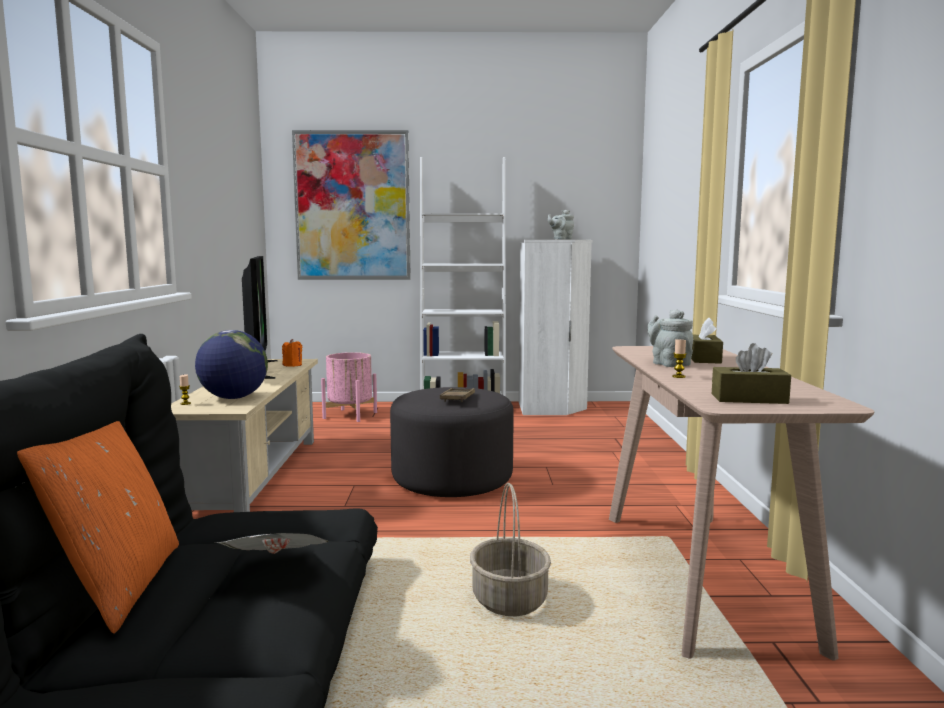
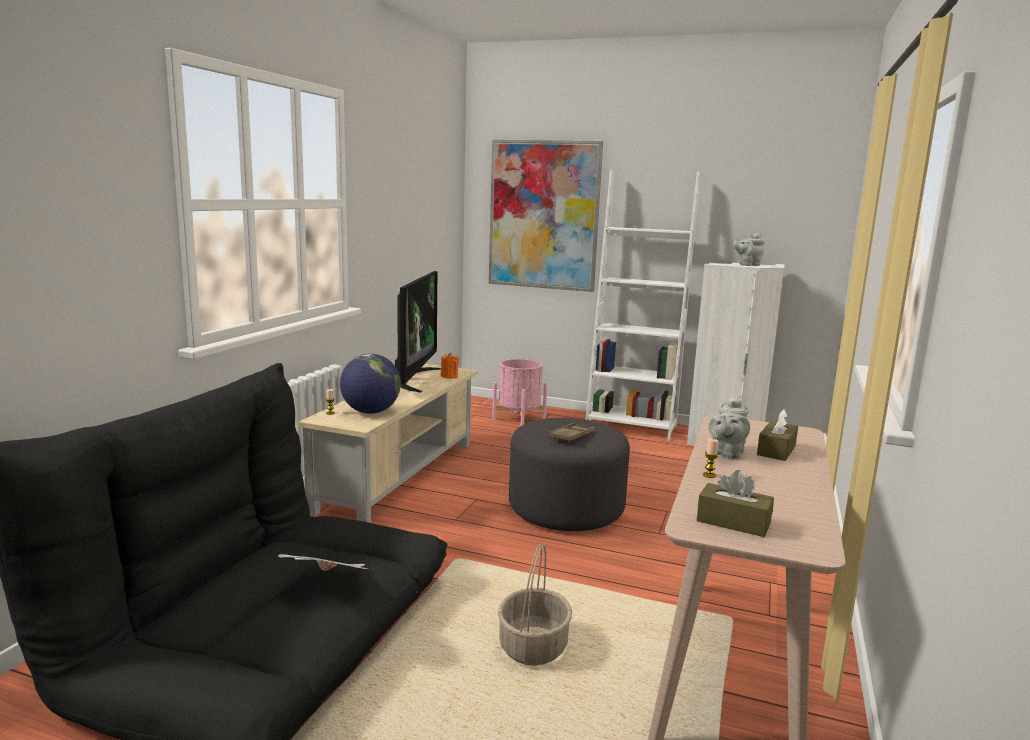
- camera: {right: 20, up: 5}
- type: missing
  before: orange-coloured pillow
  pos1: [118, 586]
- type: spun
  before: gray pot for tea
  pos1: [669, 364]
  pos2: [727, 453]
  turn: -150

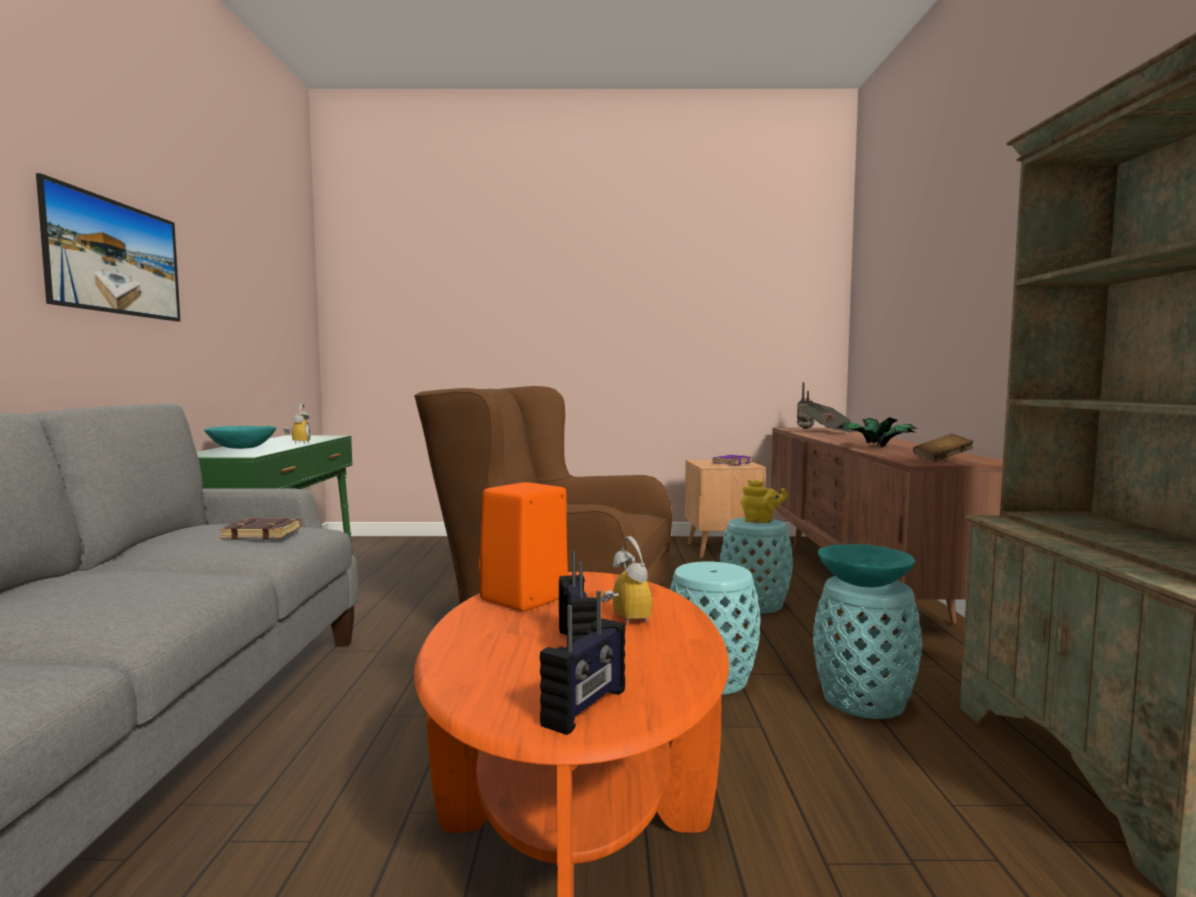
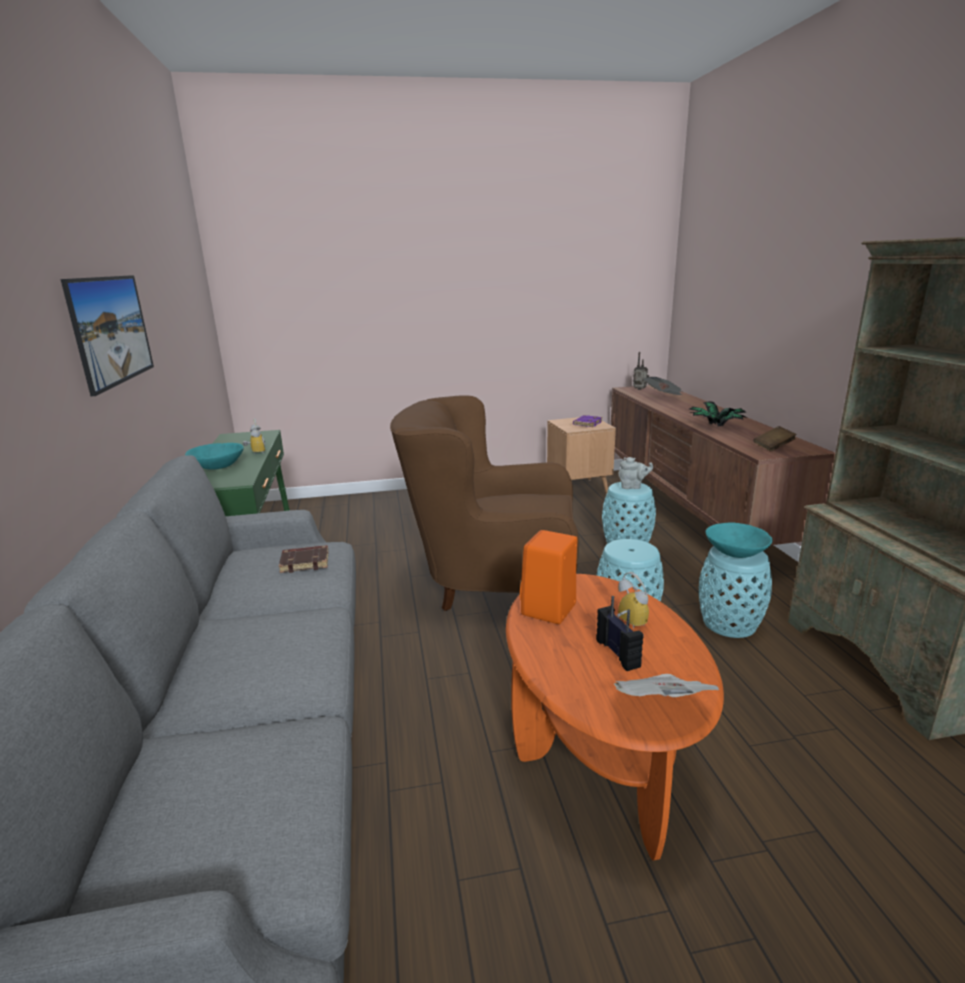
- camera: {right: -10, up: 15}
- type: exchanged
  before: radio
  after: printed paper
  pos1: [586, 708]
  pos2: [661, 708]
- type: colour
  before: yellow pot for tea
  after: gray pot for tea
  pos1: [761, 521]
  pos2: [632, 487]

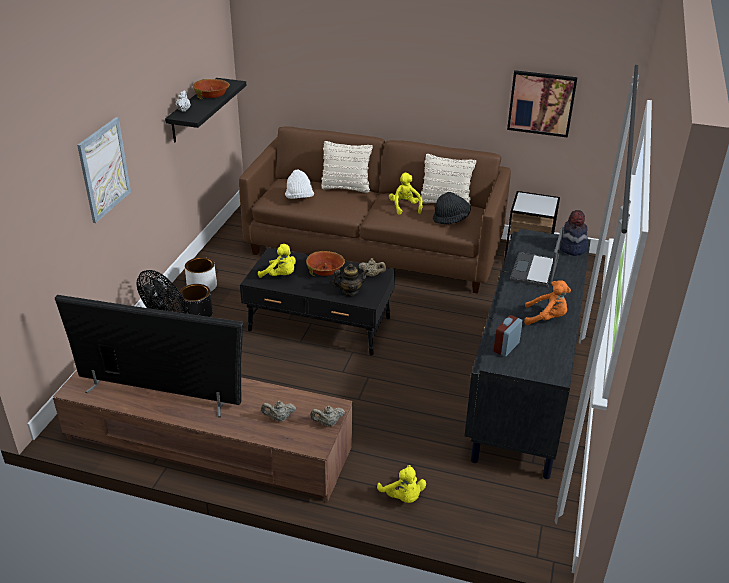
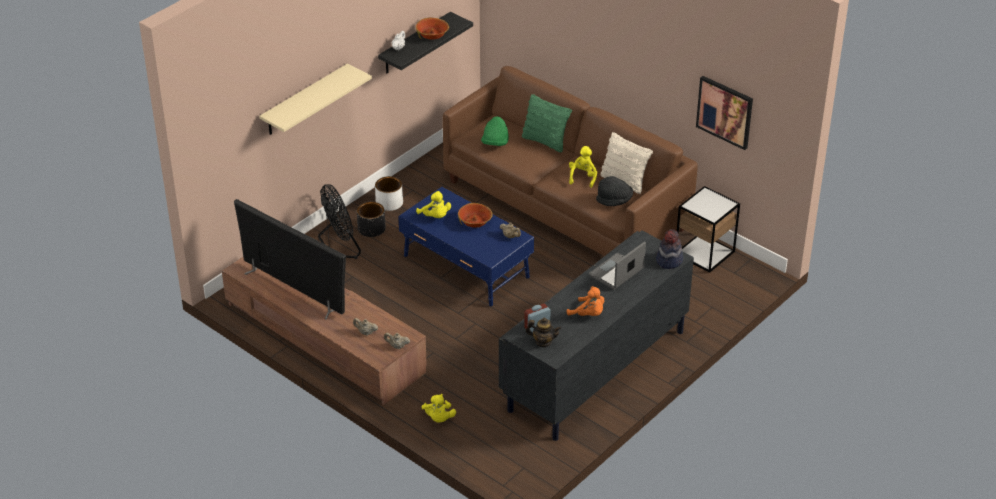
- camera: {right: 25, up: 5}
- type: exchanged
  before: wall picture
  after: sand-coloured bracket shelf
  pos1: [104, 169]
  pos2: [305, 100]
- type: colour
  before: blackish low table
  after: blue low table
  pos1: [320, 324]
  pos2: [467, 267]
- type: colour
  before: whitish hat
  after: green hat
  pos1: [299, 198]
  pos2: [495, 143]
- type: colour
  before: sand-coloured pillow
  after: green pillow
  pos1: [346, 188]
  pos2: [546, 142]
- type: relocated
  before: pot for tea
  pos1: [350, 291]
  pos2: [543, 342]

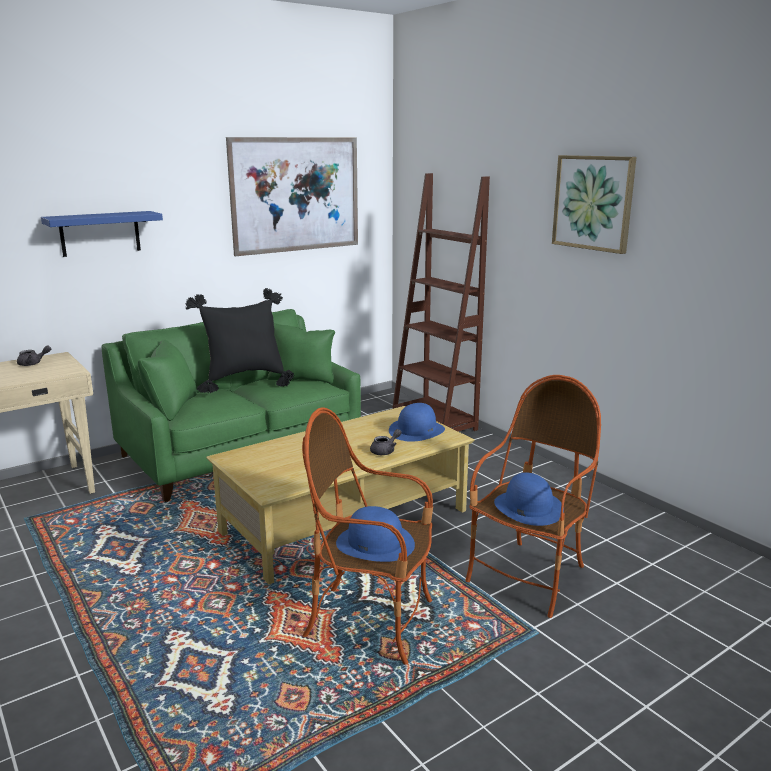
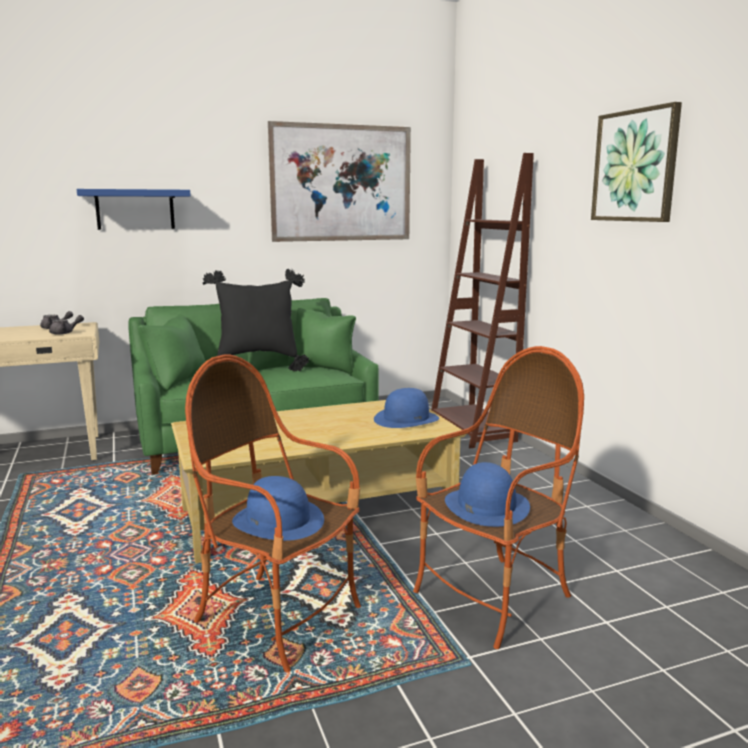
- camera: {right: 15, up: -5}
- type: relocated
  before: gray pot for tea
  pos1: [385, 451]
  pos2: [65, 333]

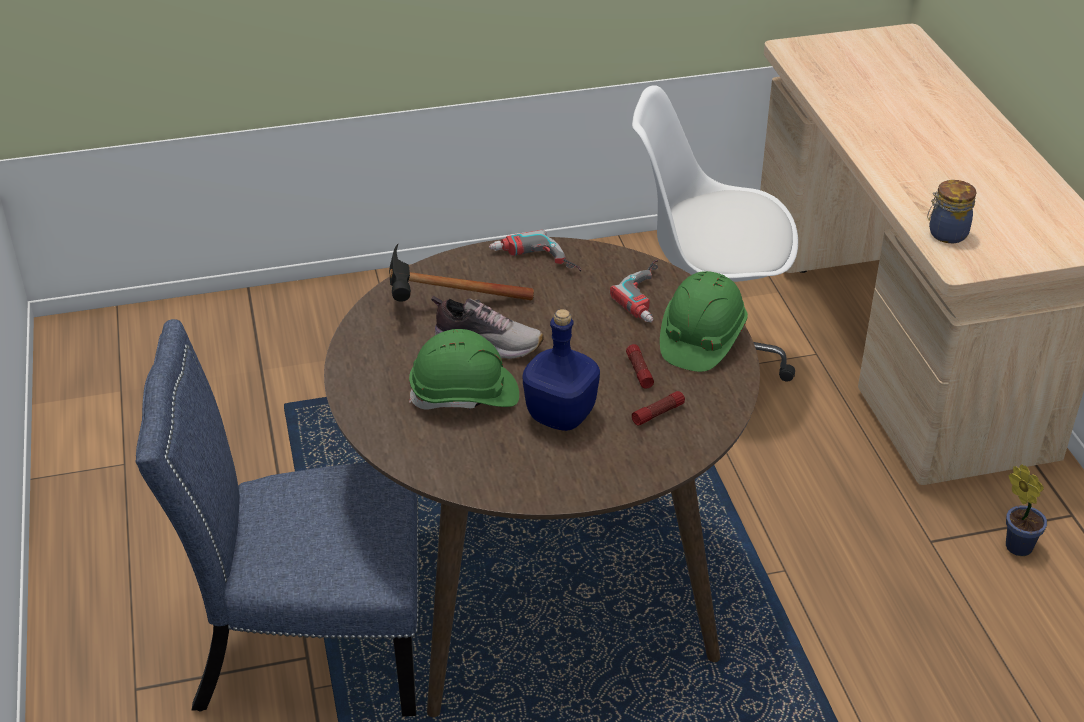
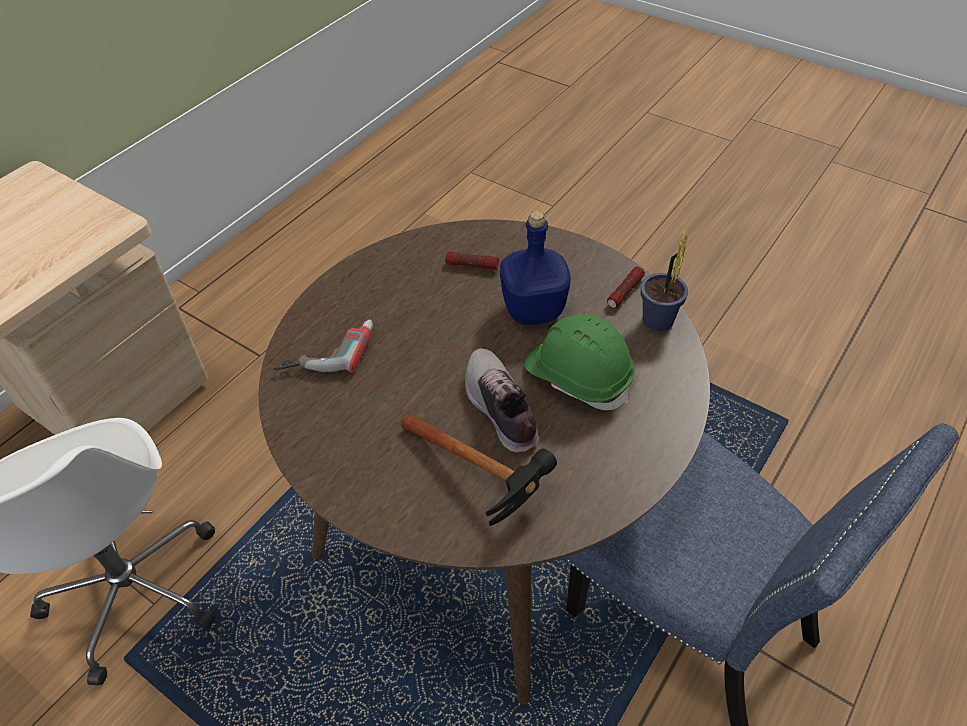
- camera: {right: -130, up: 10}
- type: missing
  before: electric drill
  pos1: [534, 263]
- type: relocated
  before: hand torch
  pos1: [639, 371]
  pos2: [625, 292]
- type: missing
  before: green hard hat
  pos1: [701, 339]
- type: missing
  before: jar
  pos1: [946, 234]
- type: relocated
  before: plant in a pot
  pos1: [1016, 544]
  pos2: [656, 324]

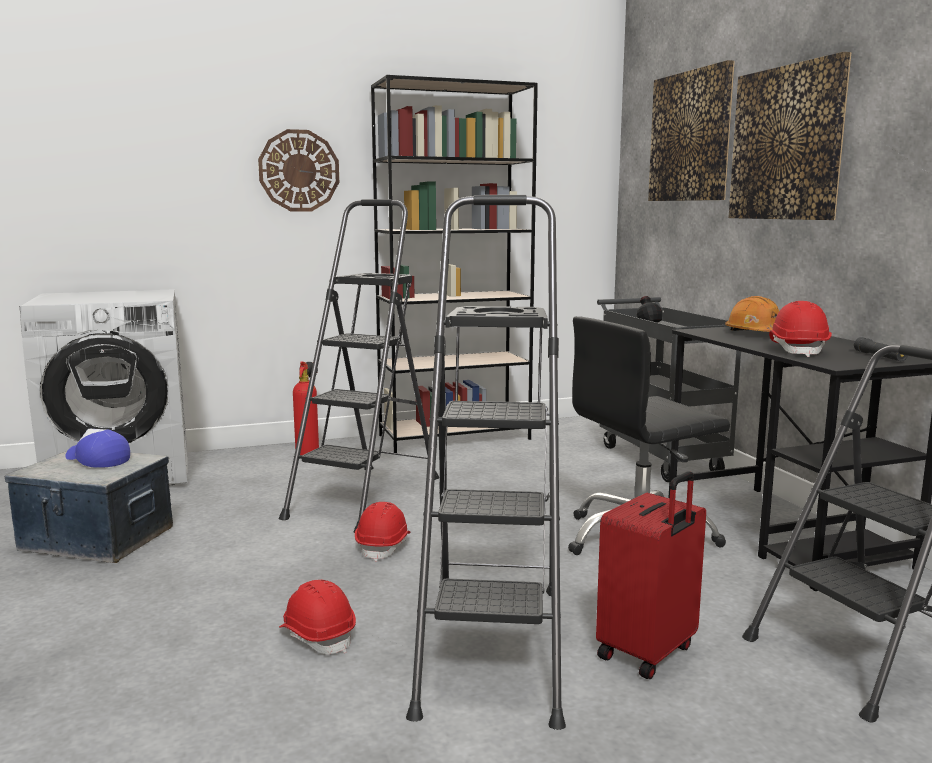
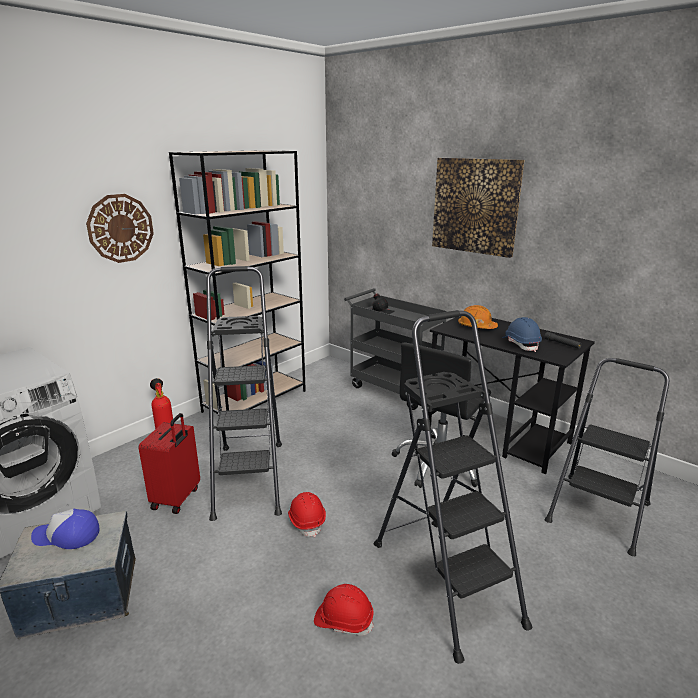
- camera: {right: -30, up: 10}
- type: relocated
  before: red piece of luggage
  pos1: [648, 653]
  pos2: [177, 498]
- type: missing
  before: wall picture
  pos1: [690, 136]
- type: colour
  before: red hard hat
  after: blue hard hat
  pos1: [798, 350]
  pos2: [520, 344]

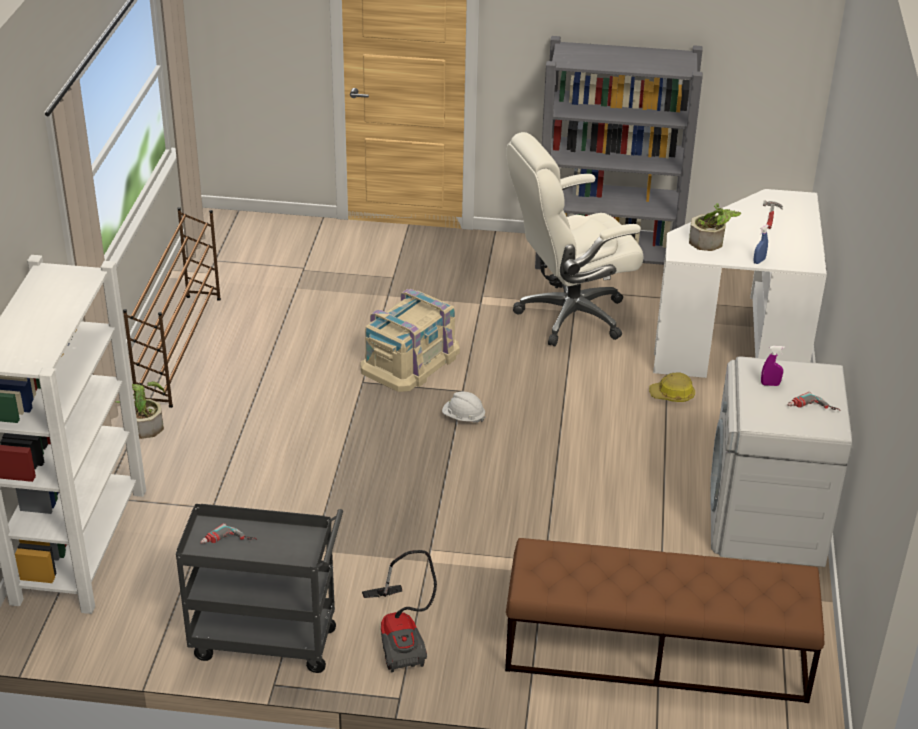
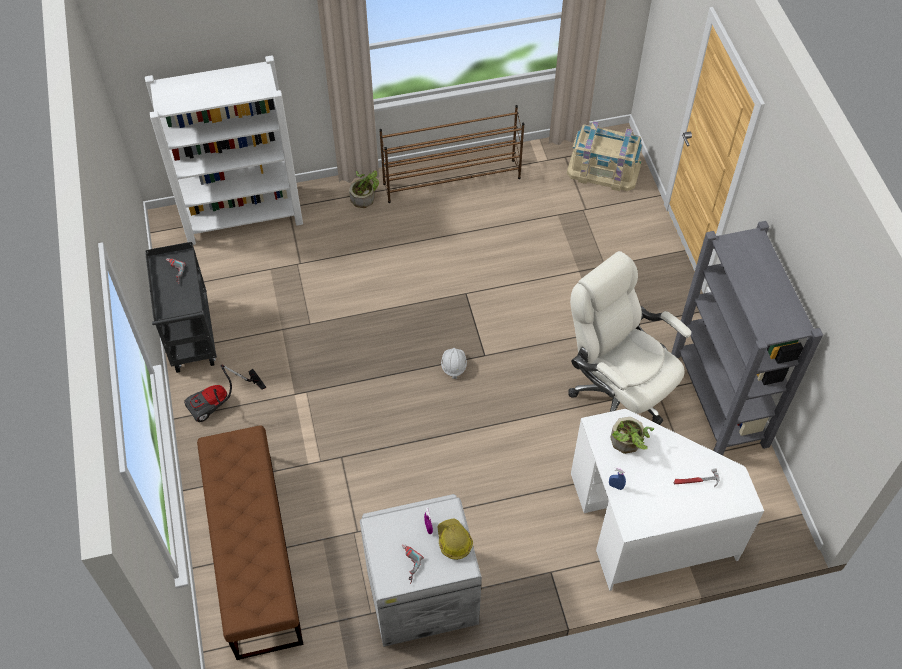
- camera: {right: 70, up: 20}
- type: relocated
  before: sand-coloured storage container
  pos1: [410, 359]
  pos2: [604, 168]
- type: relocated
  before: hard hat
  pos1: [672, 395]
  pos2: [454, 541]

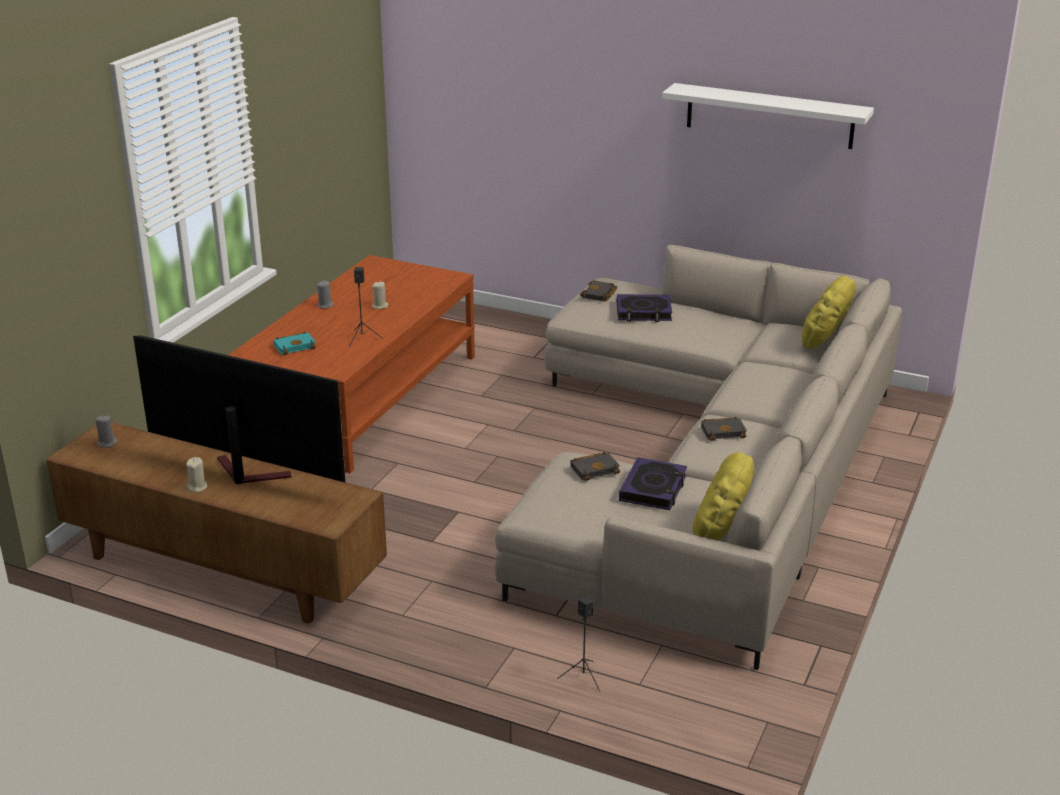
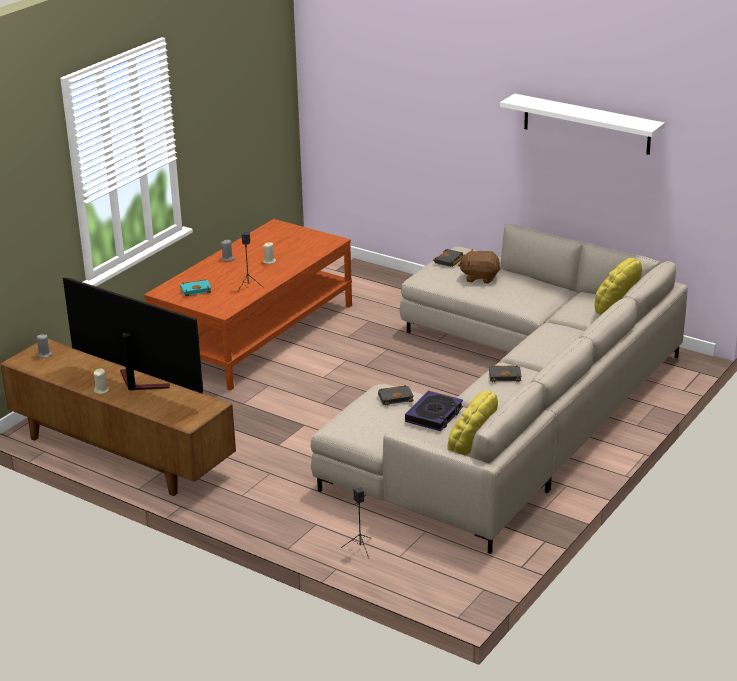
- camera: {right: 10, up: 0}
- type: exchanged
  before: volume
  after: brown-coloured soft toy
  pos1: [643, 312]
  pos2: [480, 277]

